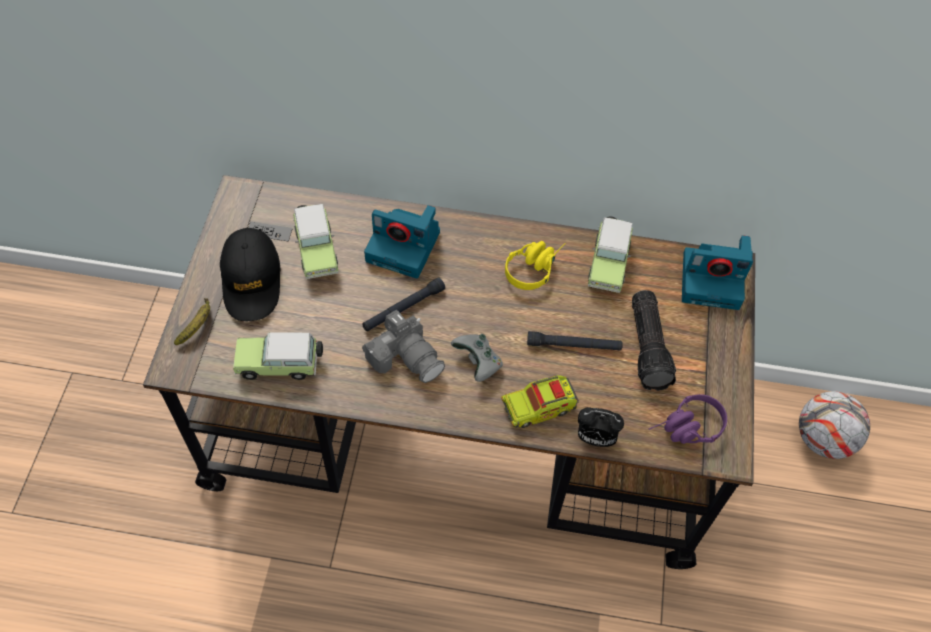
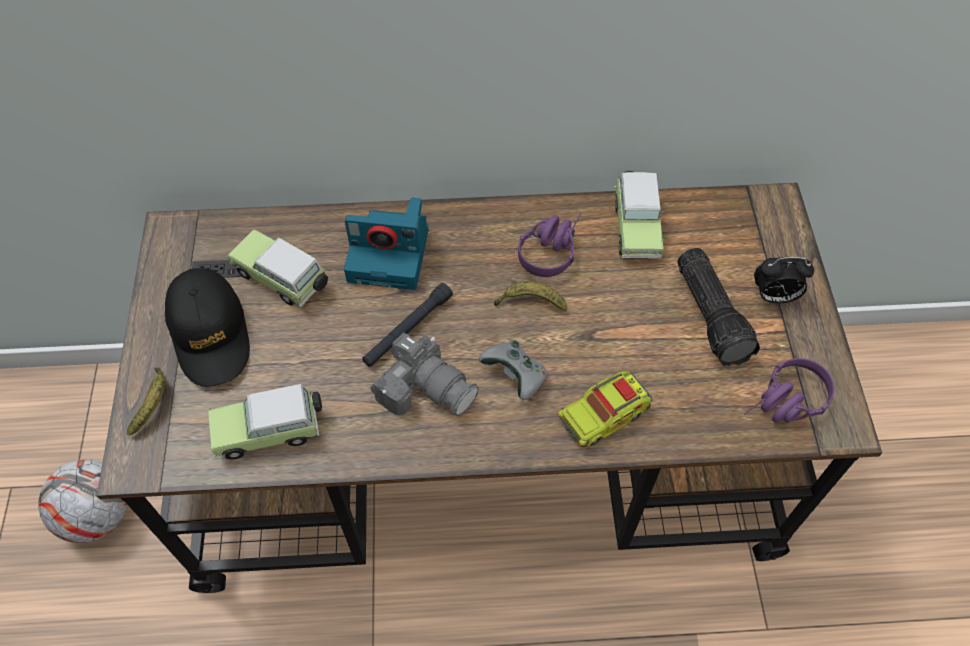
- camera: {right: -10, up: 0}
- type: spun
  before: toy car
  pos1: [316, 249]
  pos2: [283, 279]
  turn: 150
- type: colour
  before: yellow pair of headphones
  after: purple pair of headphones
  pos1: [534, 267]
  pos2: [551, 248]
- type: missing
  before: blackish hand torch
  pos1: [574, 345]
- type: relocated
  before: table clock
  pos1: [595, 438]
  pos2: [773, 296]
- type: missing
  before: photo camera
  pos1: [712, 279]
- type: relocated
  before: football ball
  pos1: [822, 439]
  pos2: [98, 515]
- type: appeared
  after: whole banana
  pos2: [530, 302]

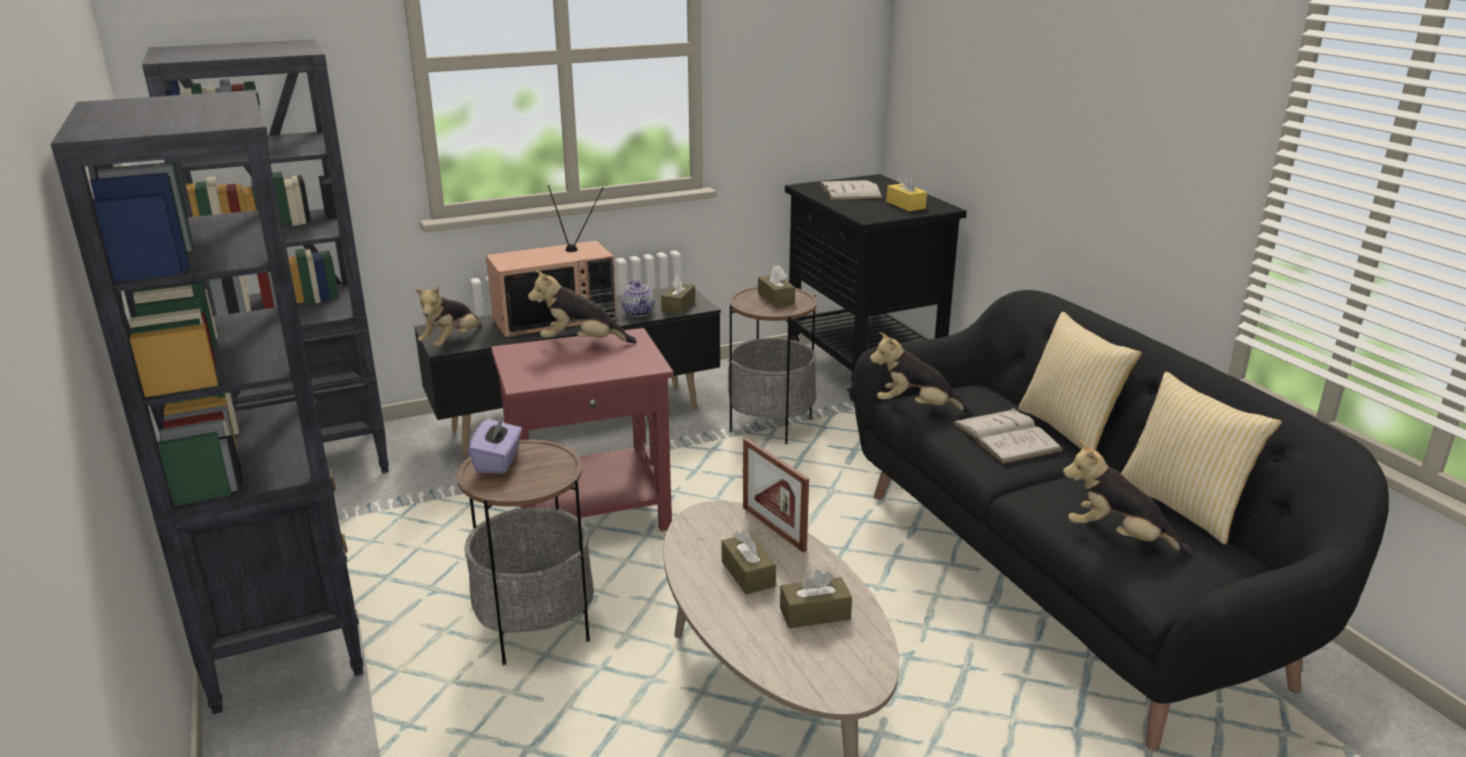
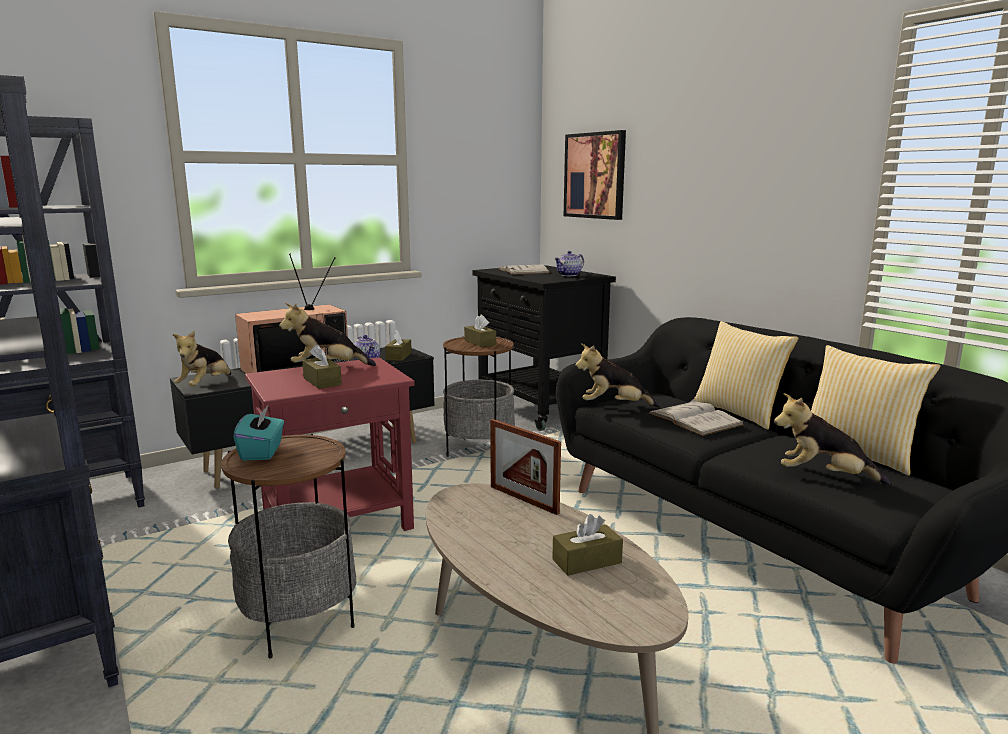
- camera: {right: -10, up: -10}
- type: colour
  before: purple box of tissues
  after: turquoise box of tissues
  pos1: [498, 462]
  pos2: [262, 452]
- type: relocated
  before: brown-coloured box of tissues
  pos1: [748, 574]
  pos2: [322, 381]
- type: exchanged
  before: yellow box of tissues
  after: pot for tea
  pos1: [905, 205]
  pos2: [569, 275]
- type: appeared
  after: wall picture
  pos2: [595, 175]

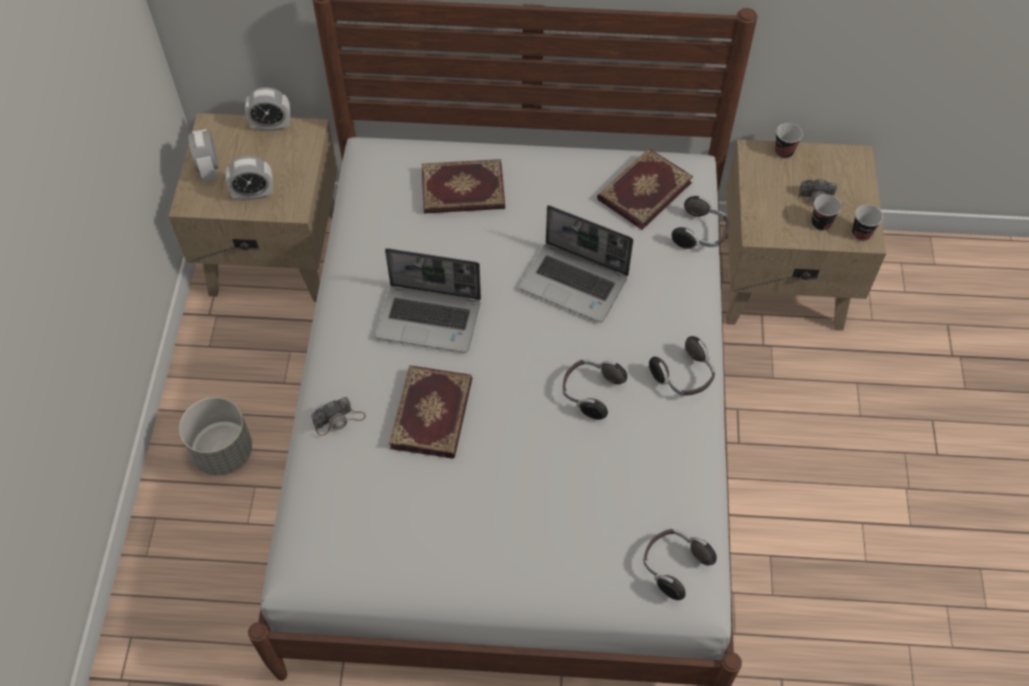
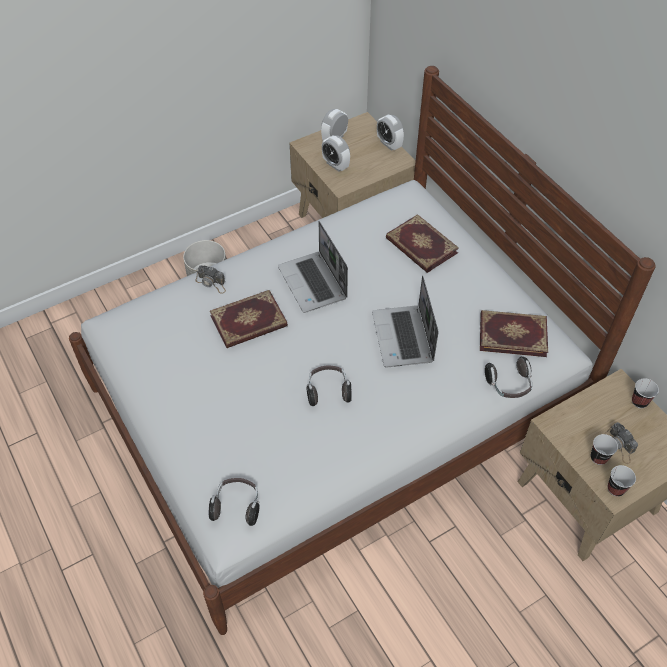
- camera: {right: 55, up: -5}
- type: missing
  before: pair of headphones
  pos1: [684, 377]

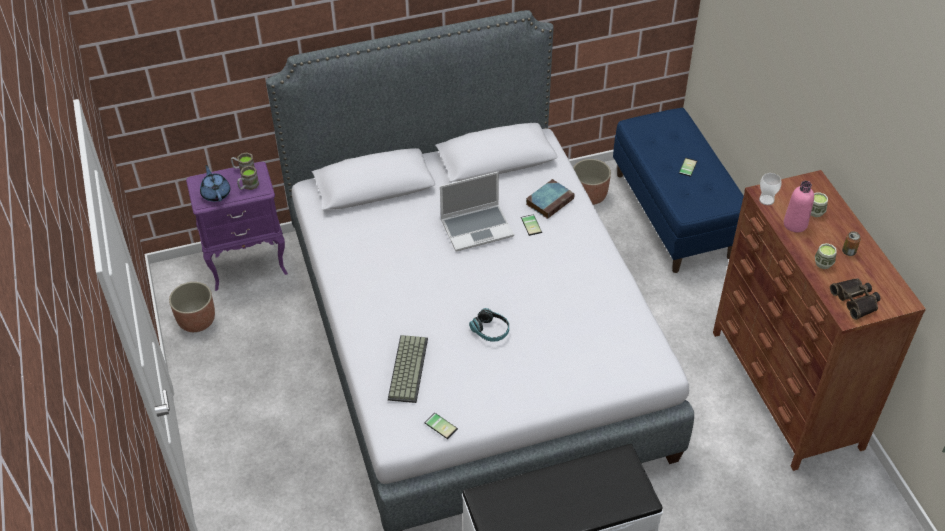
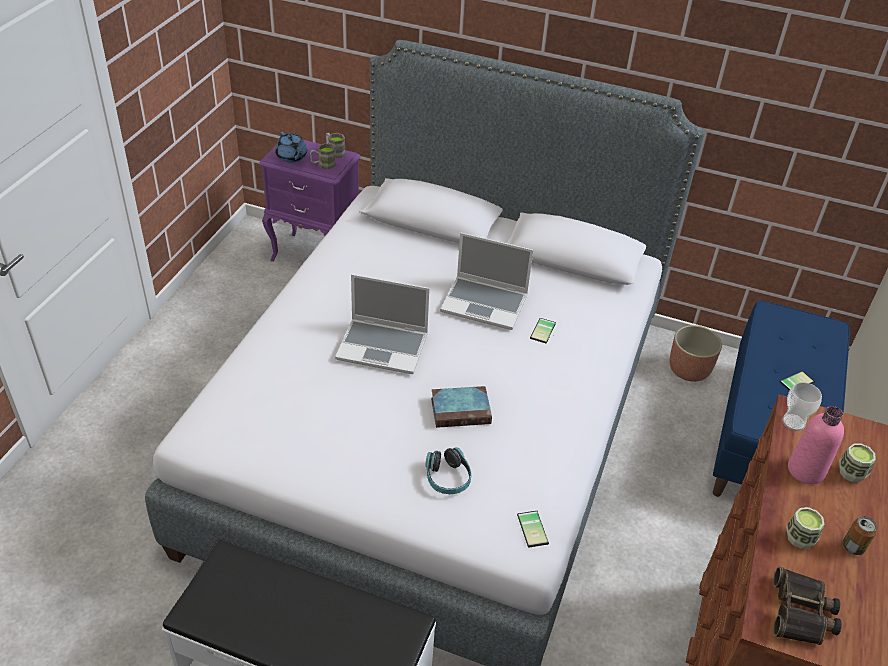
- camera: {right: 35, up: -5}
- type: missing
  before: plant pot
  pos1: [197, 320]
- type: spun
  before: blue pot for tea
  pos1: [216, 193]
  pos2: [291, 157]
  turn: 135
- type: missing
  before: computer keyboard
  pos1: [406, 368]
- type: relocated
  before: phone
  pos1: [442, 425]
  pos2: [534, 528]
- type: relocated
  before: pair of headphones
  pos1: [490, 330]
  pos2: [447, 478]
- type: relocated
  before: volume
  pos1: [550, 201]
  pos2: [462, 410]
- type: appeared
  after: notebook computer
  pos2: [384, 347]

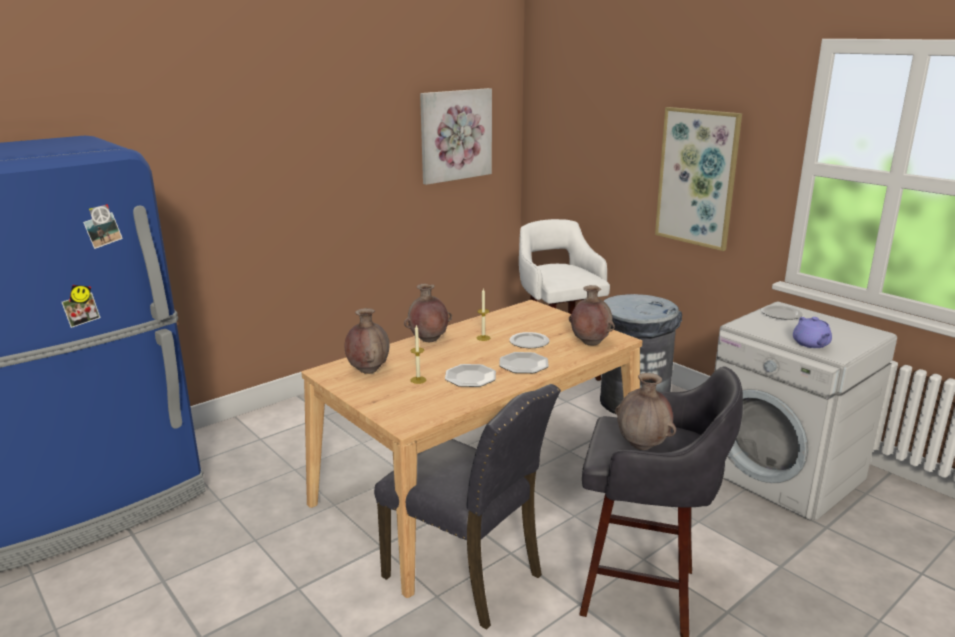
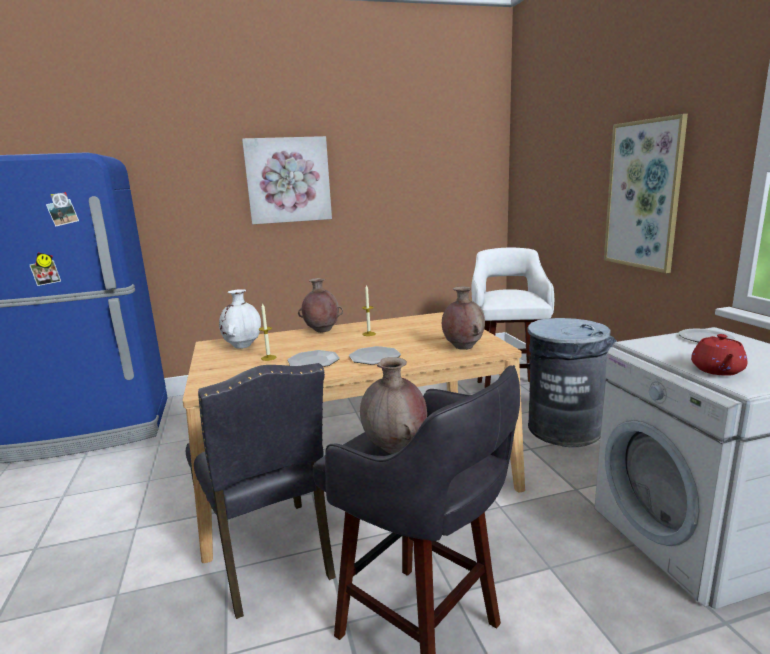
- camera: {right: 25, up: -5}
- type: colour
  before: brown-coloured vase
  after: whitish vase
  pos1: [368, 370]
  pos2: [243, 346]
- type: relocated
  before: wall picture
  pos1: [455, 135]
  pos2: [288, 180]
- type: missing
  before: dinner plate
  pos1: [530, 342]
- type: colour
  before: purple pot for tea
  after: red pot for tea
  pos1: [811, 344]
  pos2: [717, 370]

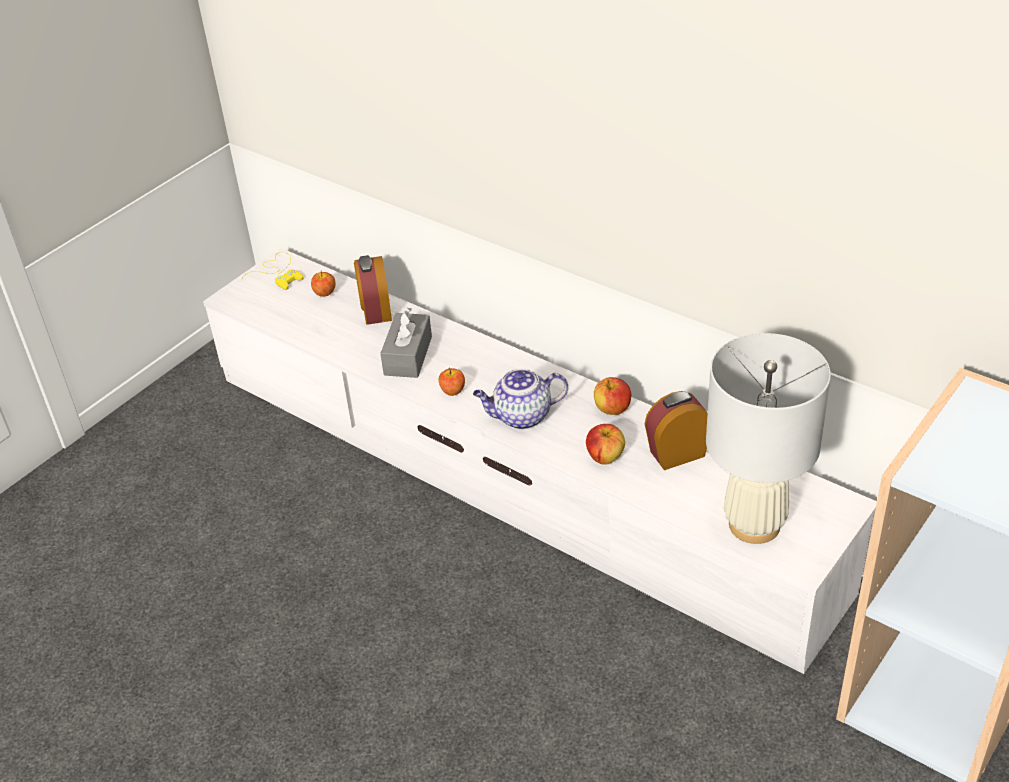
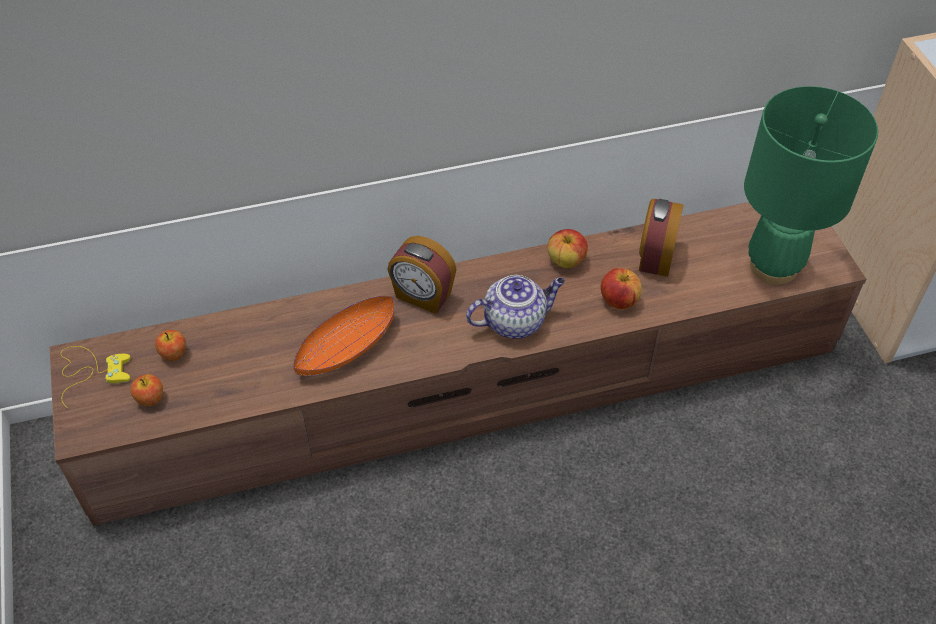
- camera: {right: -55, up: 10}
- type: colour
  before: whitish media console
  after: brown-coloured media console
  pos1: [511, 474]
  pos2: [467, 385]
- type: relocated
  before: table clock
  pos1: [375, 311]
  pos2: [422, 296]
- type: exchanged
  before: gray box of tissues
  after: orange-coloured deep dish
  pos1: [408, 356]
  pos2: [346, 347]
- type: relocated
  before: whole apple
  pos1: [453, 391]
  pos2: [150, 398]
- type: spun
  before: pot for tea
  pos1: [521, 417]
  pos2: [515, 321]
  turn: -135
- type: colour
  before: whitish lamp for a table
  after: green lamp for a table
  pos1: [753, 525]
  pos2: [773, 266]

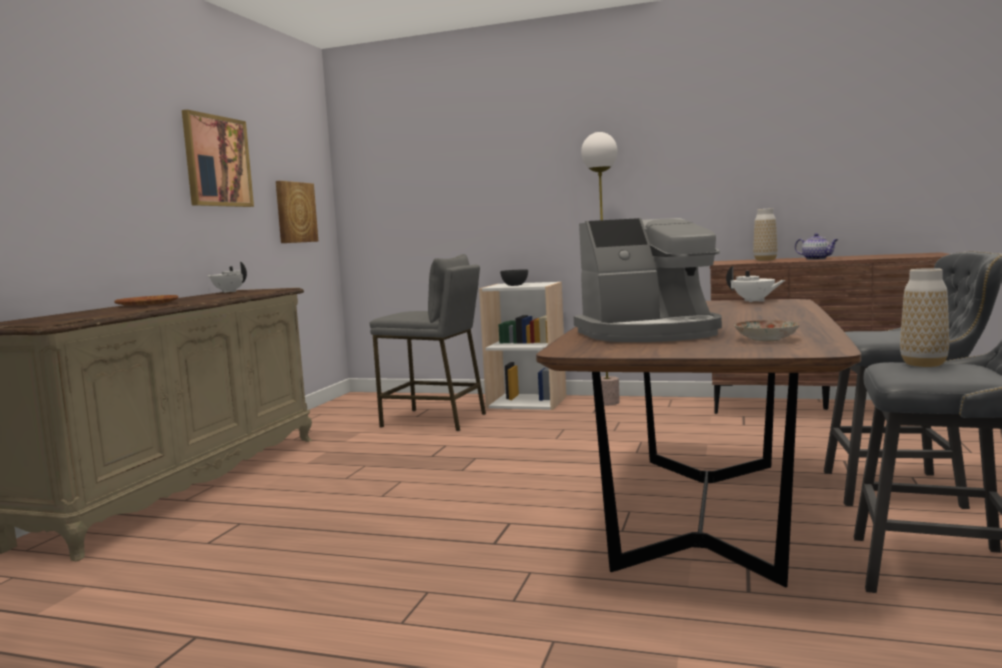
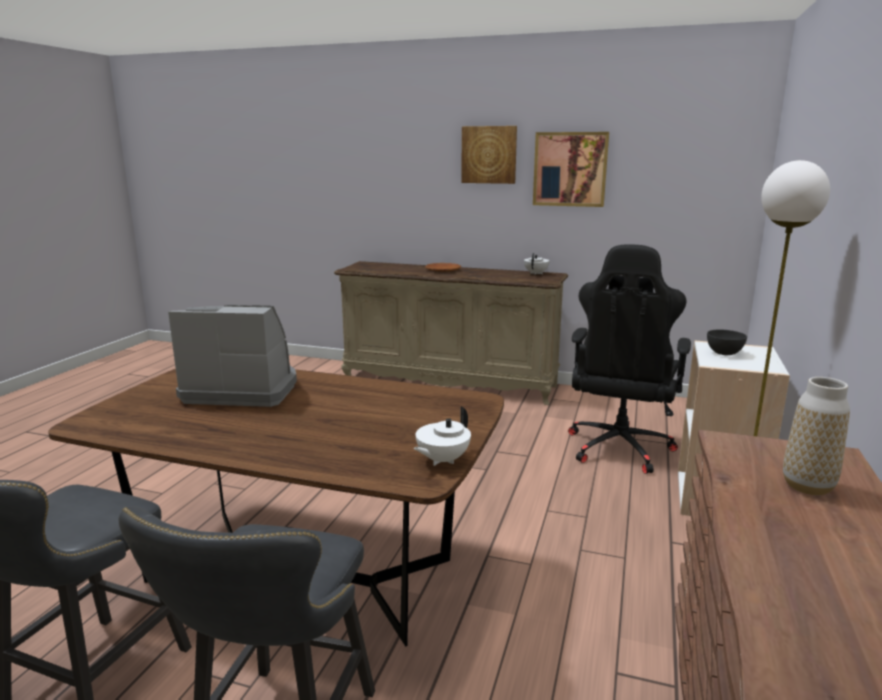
- camera: {right: 90, up: 10}
- type: relocated
  before: wall picture
  pos1: [295, 212]
  pos2: [489, 155]
- type: exchanged
  before: gray sitting stool
  after: blackish office chair
  pos1: [434, 420]
  pos2: [619, 447]
- type: spun
  before: coffee machine
  pos1: [650, 333]
  pos2: [242, 389]
  turn: 105
- type: missing
  before: dinner plate
  pos1: [766, 339]
- type: missing
  before: pot for tea
  pos1: [816, 259]
- type: missing
  before: vase
  pos1: [923, 364]

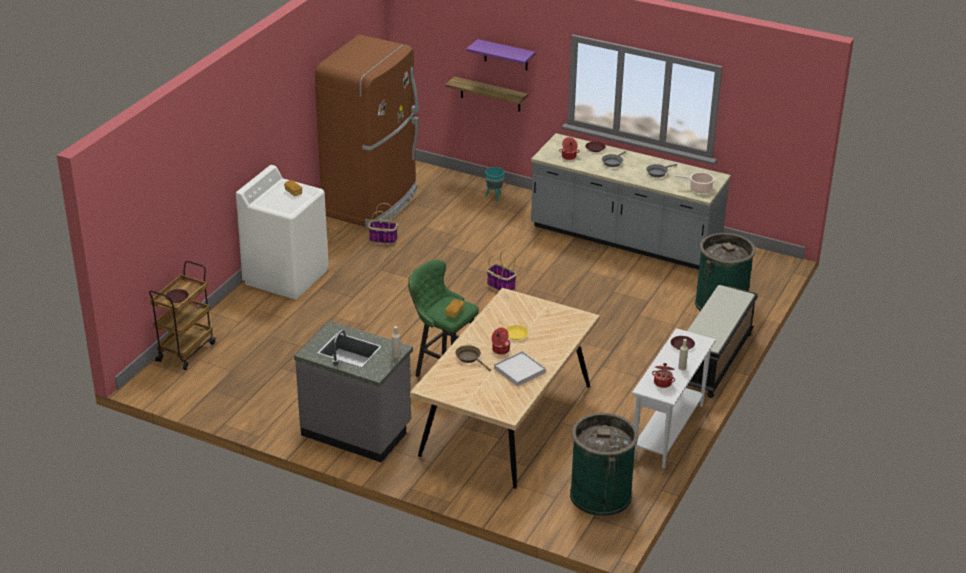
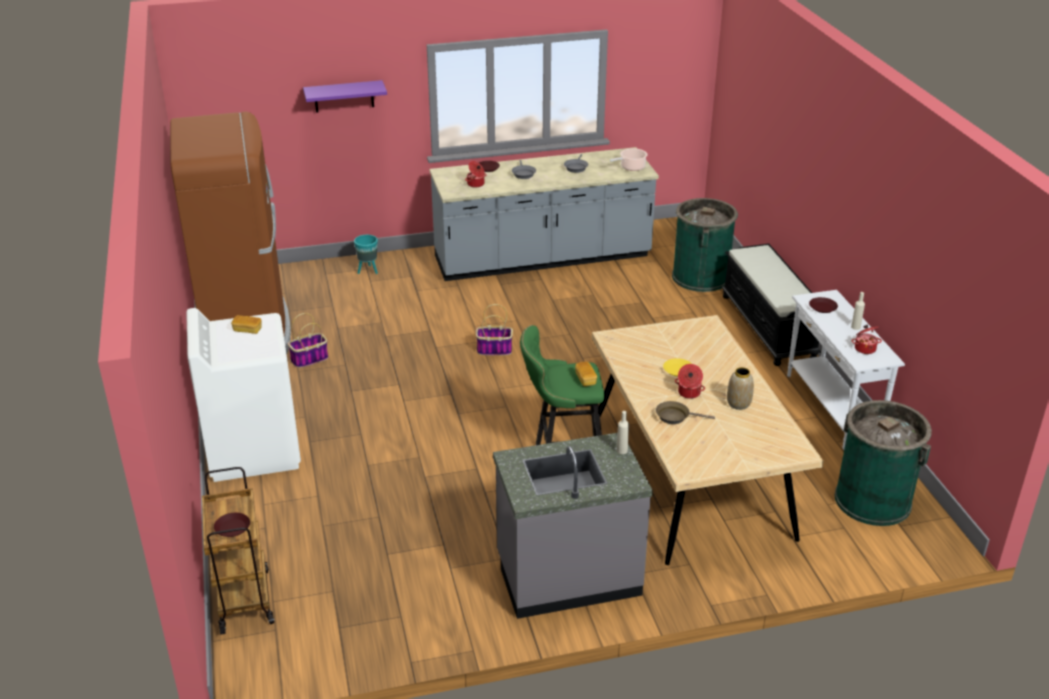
- camera: {right: -40, up: 0}
- type: missing
  before: bracket shelf
  pos1: [490, 94]
- type: exchanged
  before: whitish tray
  after: vase
  pos1: [519, 370]
  pos2: [738, 403]

